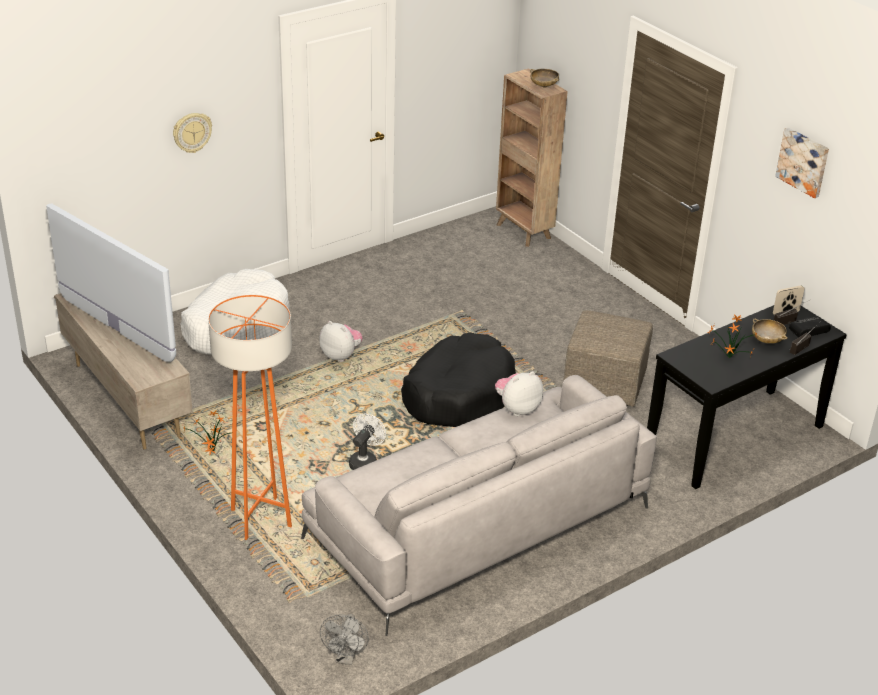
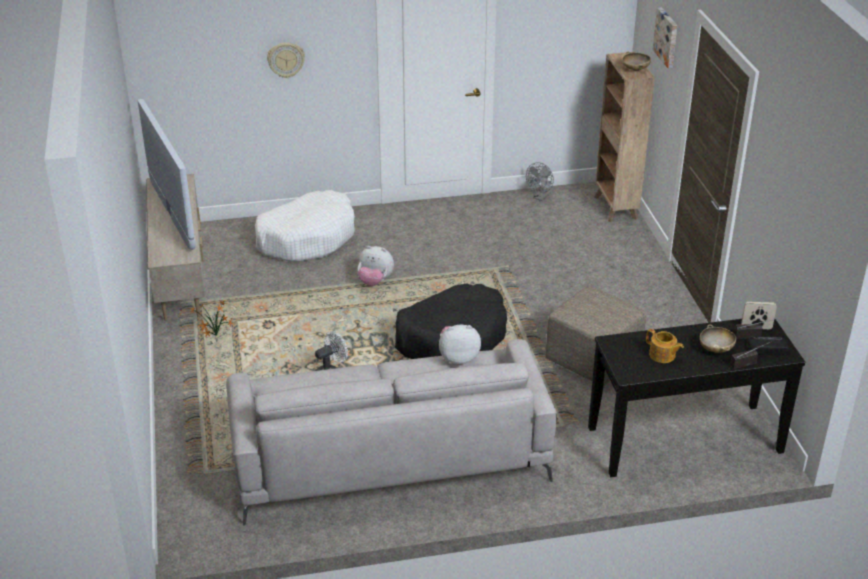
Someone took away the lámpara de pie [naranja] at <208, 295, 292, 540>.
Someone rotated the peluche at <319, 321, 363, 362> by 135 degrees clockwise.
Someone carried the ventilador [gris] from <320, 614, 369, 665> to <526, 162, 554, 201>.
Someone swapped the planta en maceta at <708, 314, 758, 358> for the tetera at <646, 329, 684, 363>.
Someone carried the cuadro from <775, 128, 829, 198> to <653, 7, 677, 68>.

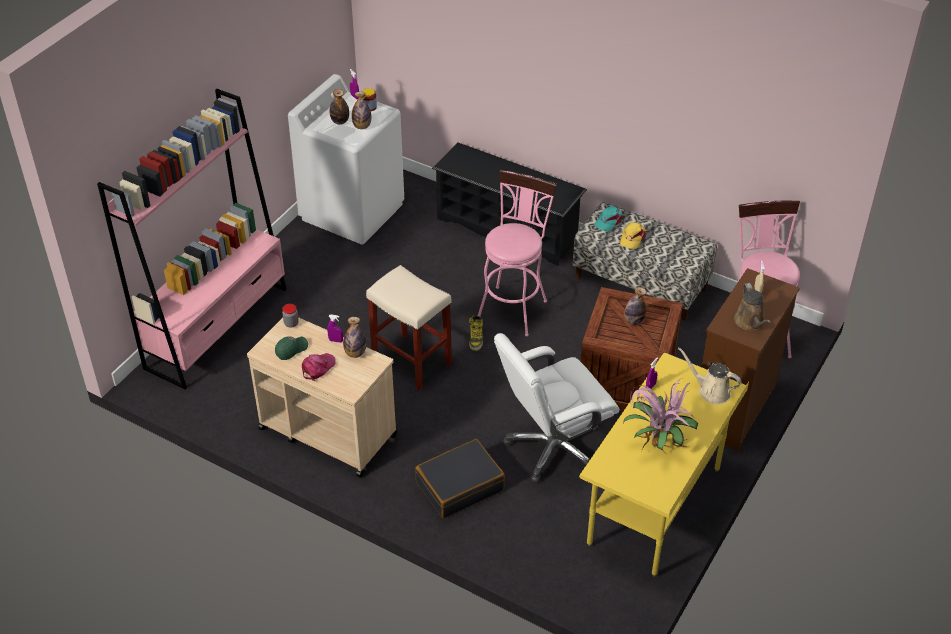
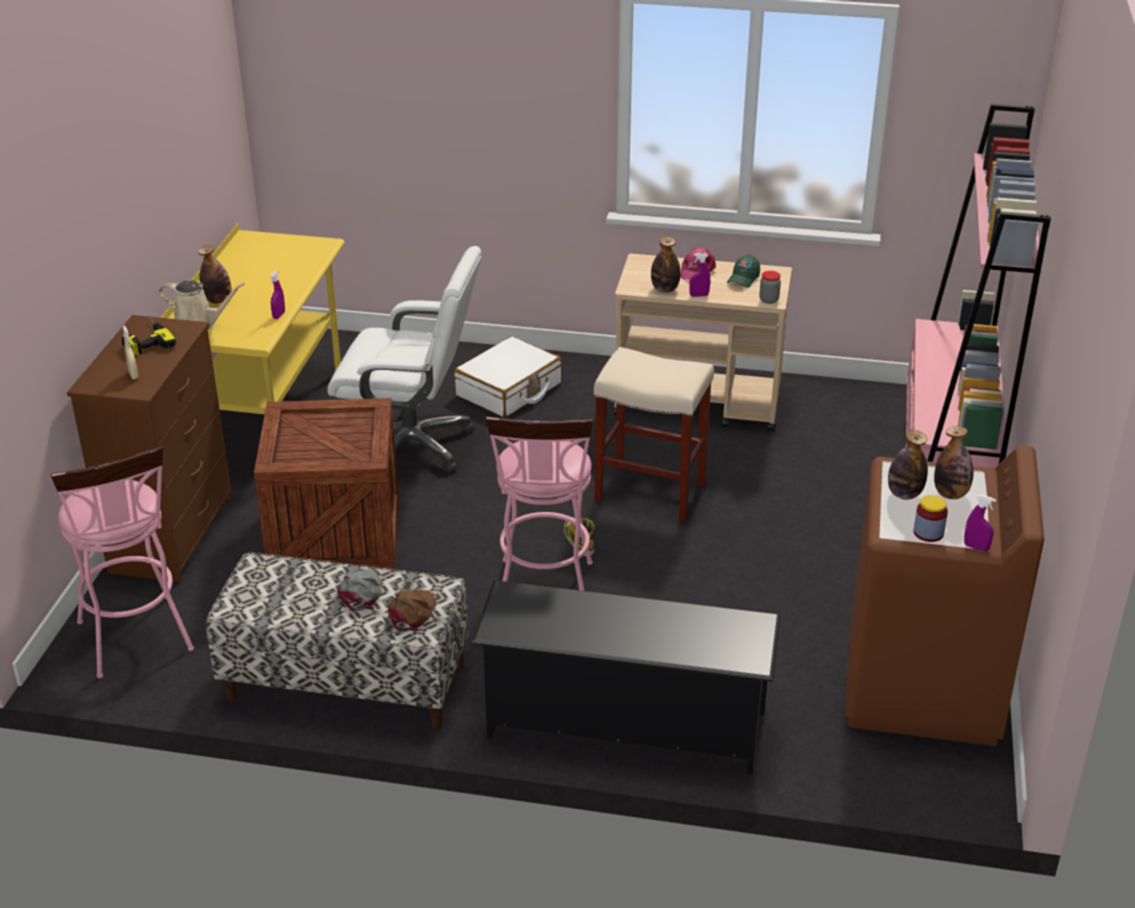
Someone repainted the lavadora [blanco] at <288, 74, 404, 244>, which became the lavadora [marrón] at <845, 445, 1044, 746>.
Someone repainted the maleta [negro] at <415, 439, 505, 518>, which became the maleta [blanco] at <454, 336, 562, 418>.
Someone rotated the silla de oficina [blanco] at <494, 333, 619, 483> by 60 degrees clockwise.
Someone repainted the gorra [turquesa] at <595, 206, 622, 232>, which became the gorra [marrón] at <388, 590, 437, 631>.
Someone repainted the gorra [amarillo] at <620, 222, 646, 249>, which became the gorra [gris] at <337, 569, 382, 611>.
Someone took away the planta en maceta at <623, 378, 698, 453>.
Someone carried the botella from <624, 287, 646, 325> to <198, 245, 232, 304>.
Someone swapped the regadera [marrón] at <734, 283, 771, 331> for the taladro at <122, 317, 176, 355>.

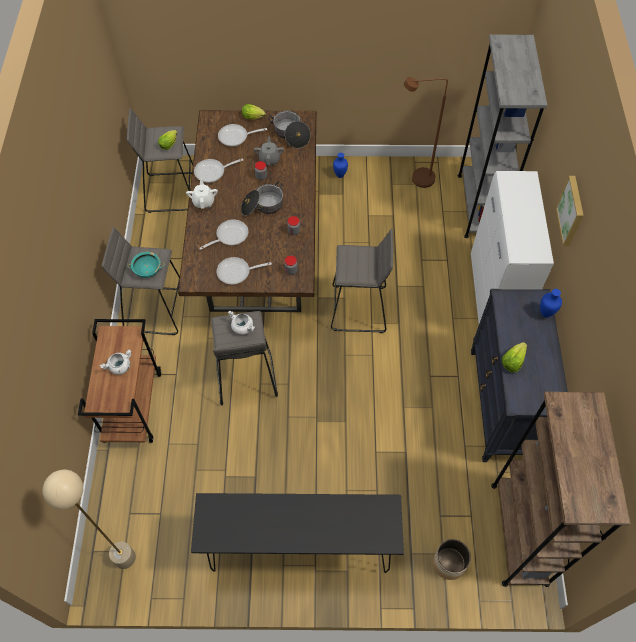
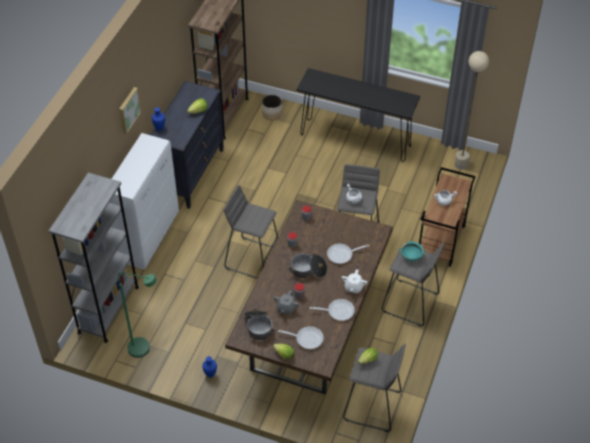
Someone took away the sartén at <217, 257, 272, 284>.
Someone repainted the lámpara de pie [marrón] at <404, 77, 448, 188>, which became the lámpara de pie [verde] at <118, 272, 157, 358>.

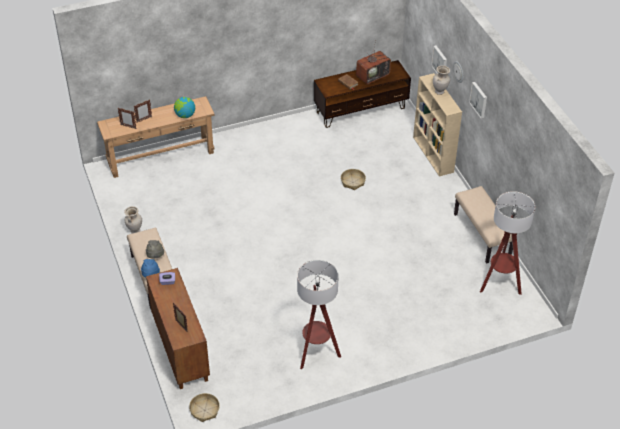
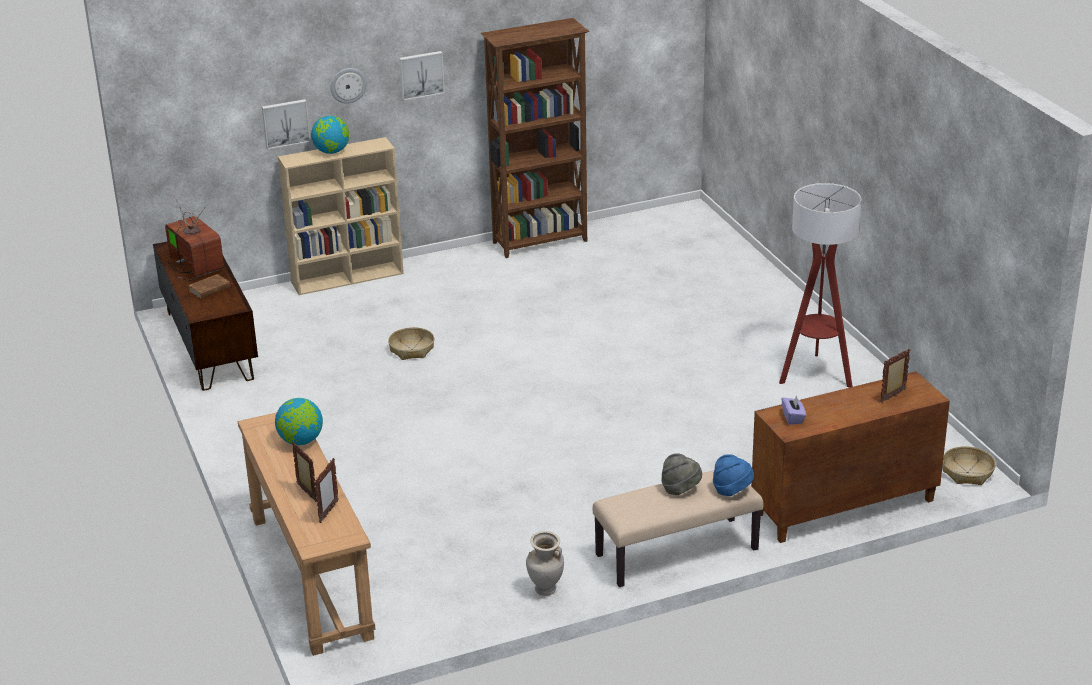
Someone swapped the florero [beis] at <433, 66, 450, 95> for the globo terráqueo at <311, 116, 349, 154>.
Someone swapped the banco [beis] at <454, 186, 513, 264> for the estantería [marrón] at <481, 18, 589, 258>.
Someone took away the lámpara de pie at <480, 191, 535, 295>.

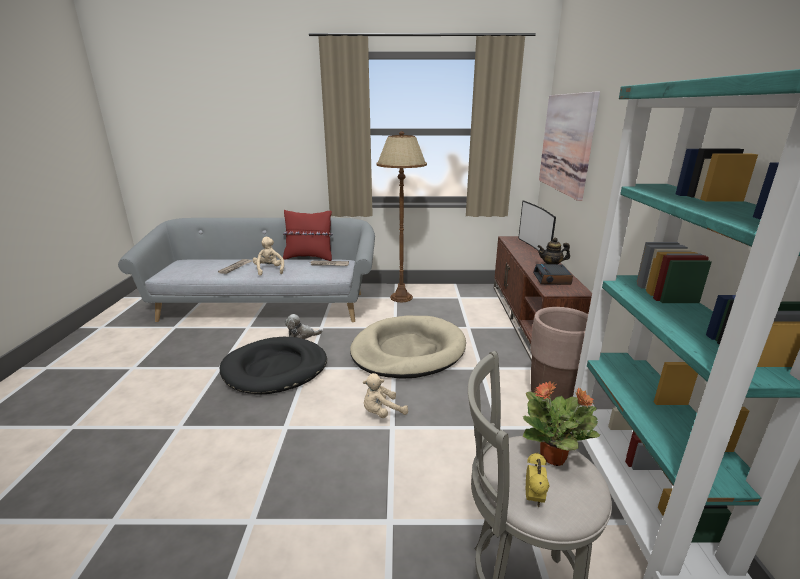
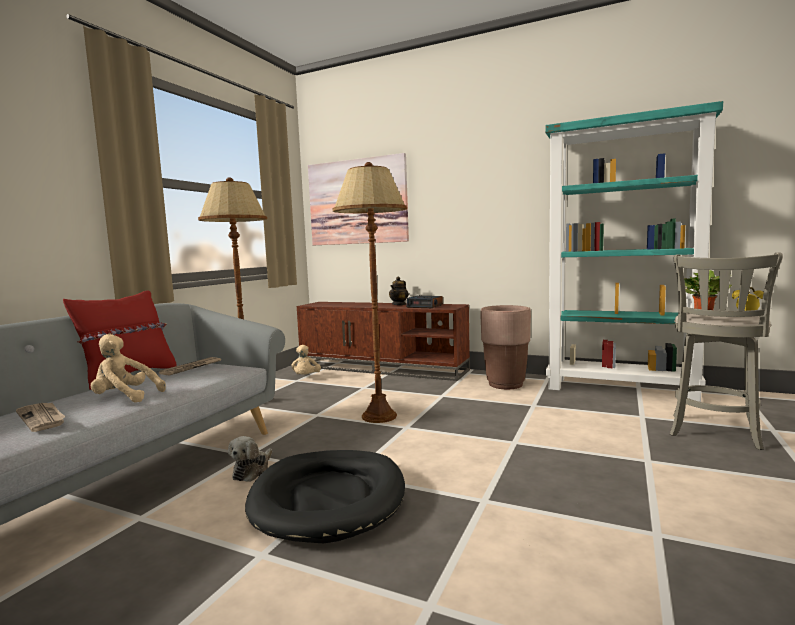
Someone swapped the cama para perro [beis] at <350, 316, 466, 379> for the lámpara de pie [marrón] at <333, 162, 407, 423>.
Someone carried the peluche [beis] from <363, 373, 408, 418> to <291, 345, 321, 375>.
Someone took away the televisor at <518, 200, 556, 251>.

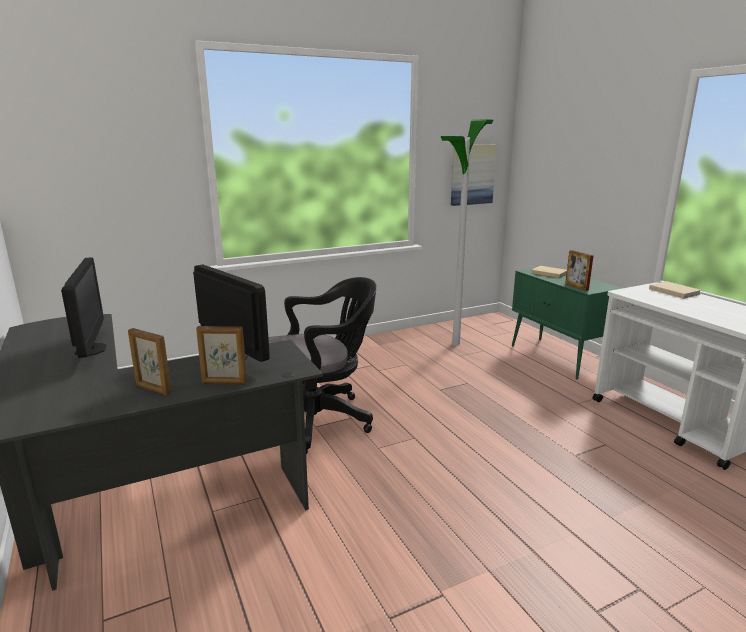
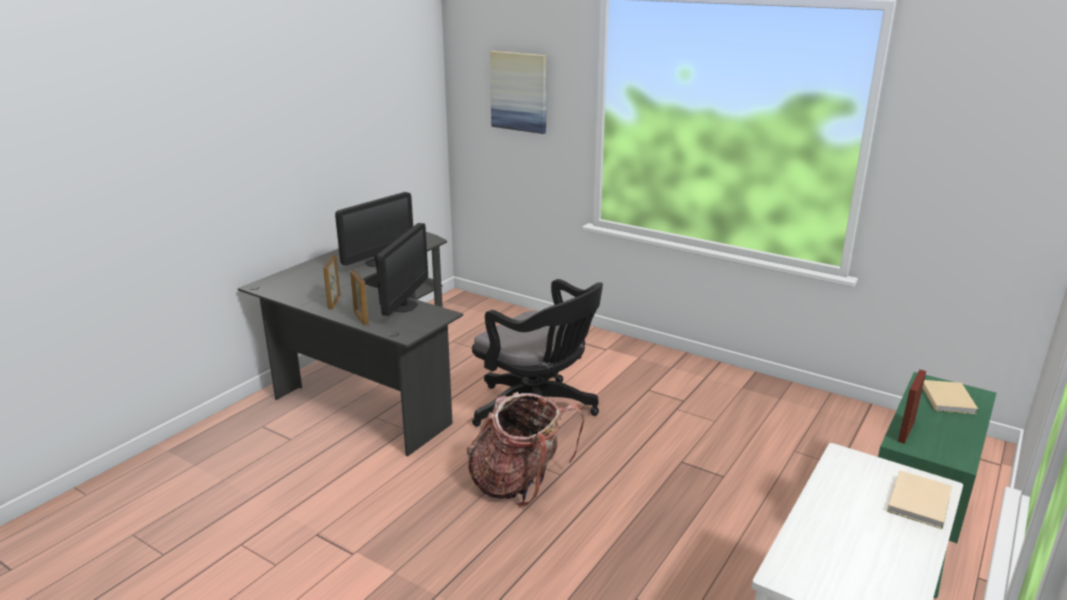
Someone took away the lámpara de pie at <441, 119, 493, 346>.
Someone carried the cuadro from <451, 144, 497, 206> to <490, 51, 547, 134>.
Someone put down the mochila at <467, 392, 584, 507>.

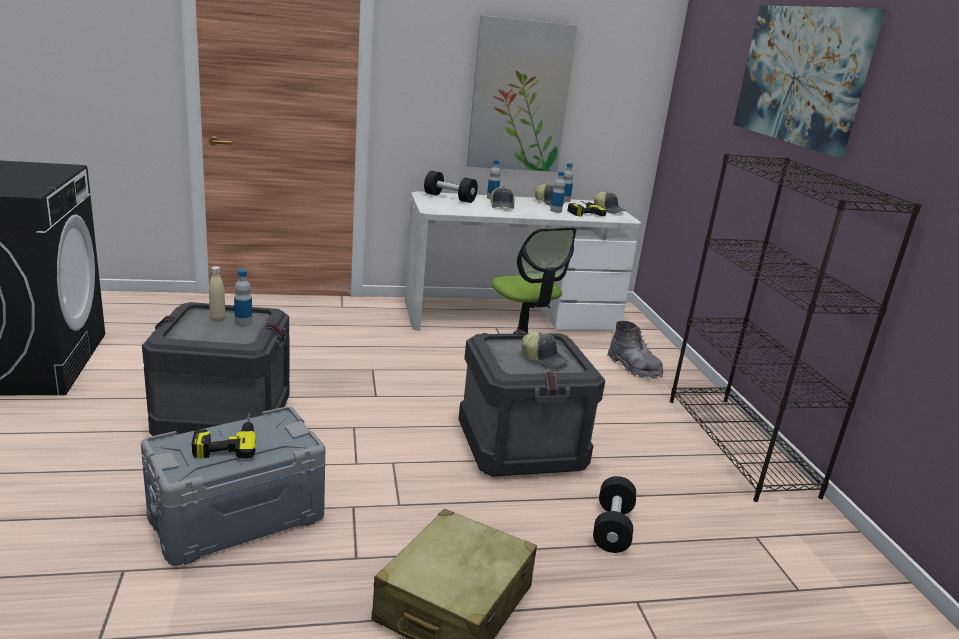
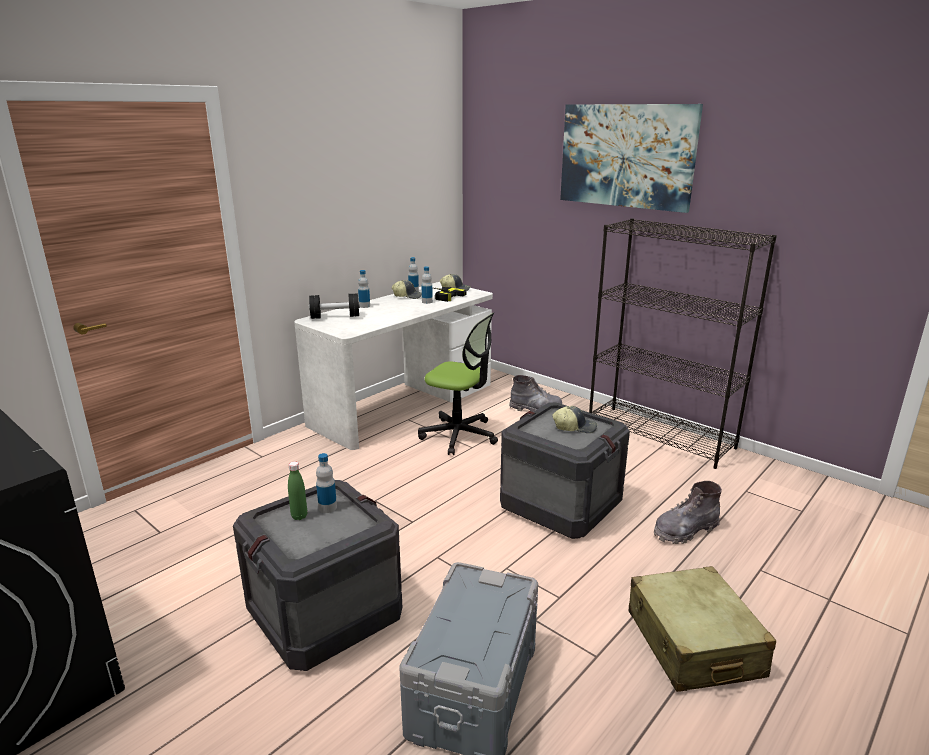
Someone took away the taladro at <192, 411, 256, 459>.
Someone repainted the botella [beis] at <209, 266, 225, 322>, which became the botella [verde] at <288, 461, 307, 520>.
Someone took away the cuadro at <467, 15, 578, 172>.
Someone took away the gorra at <490, 186, 515, 209>.
Someone swapped the mancuerna [negro] at <593, 476, 636, 553> for the bota [gris] at <654, 481, 722, 544>.

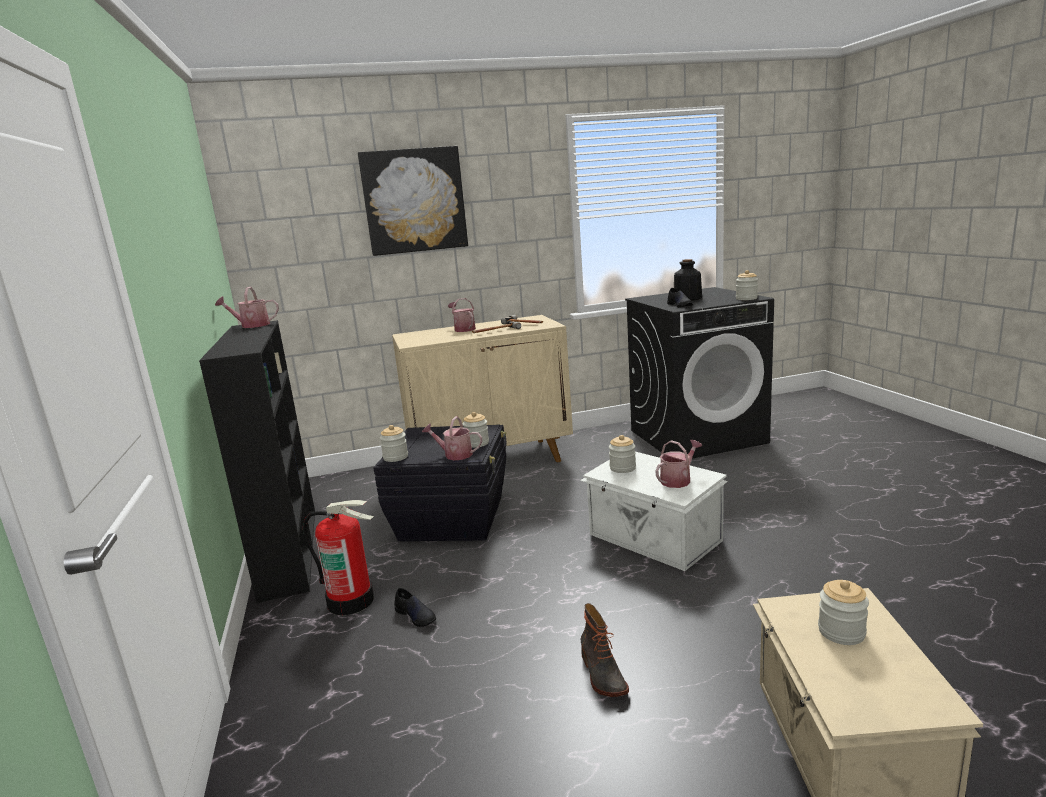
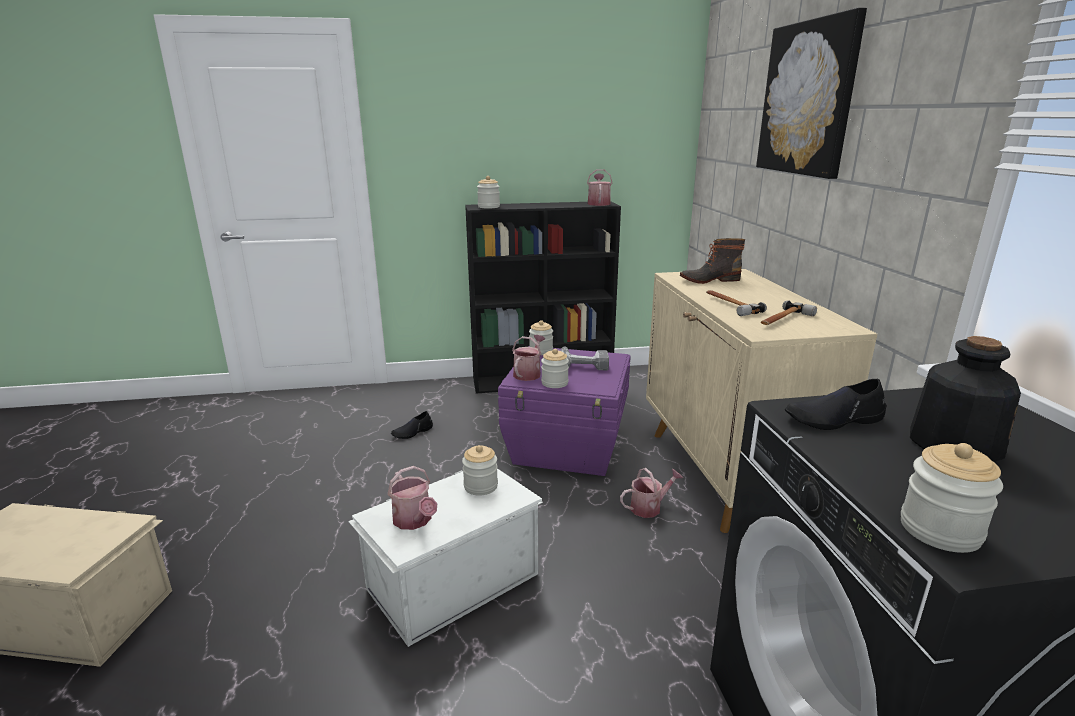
Someone took away the extintor at <303, 500, 374, 616>.
Someone repainted the caja de almacenaje [negro] at <373, 424, 507, 541>, which became the caja de almacenaje [morado] at <498, 346, 631, 476>.
Someone carried the regadera from <448, 298, 476, 332> to <620, 468, 683, 518>.
Someone carried the bota from <581, 603, 629, 697> to <680, 238, 745, 284>.
Someone carried the tarro from <818, 580, 869, 645> to <477, 176, 500, 208>.
Someone put down the taladro at <560, 346, 609, 370>.

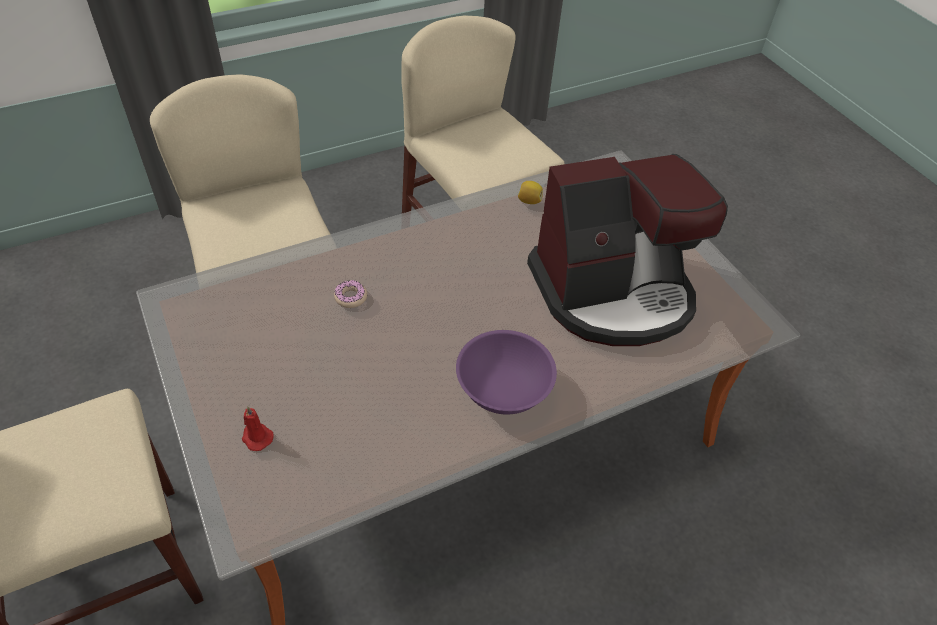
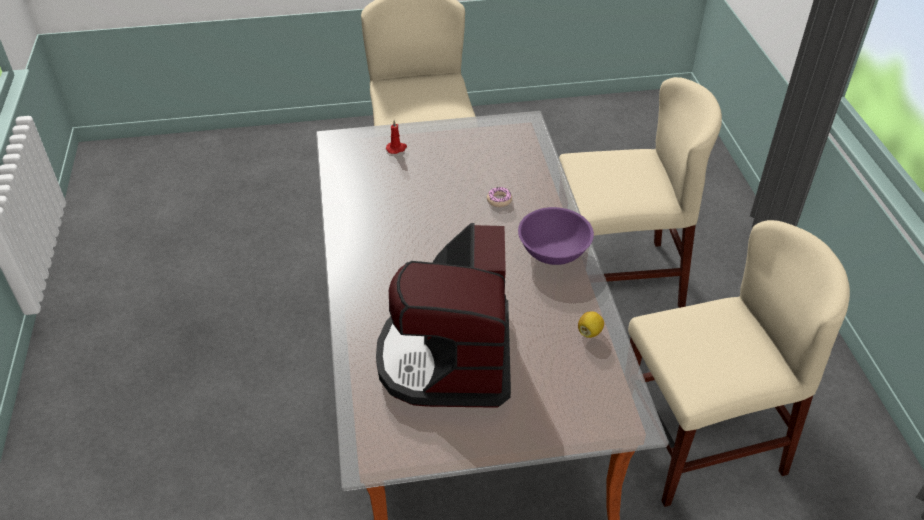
Someone carried the cuenco [morado] from <456, 330, 557, 415> to <518, 207, 594, 265>.

